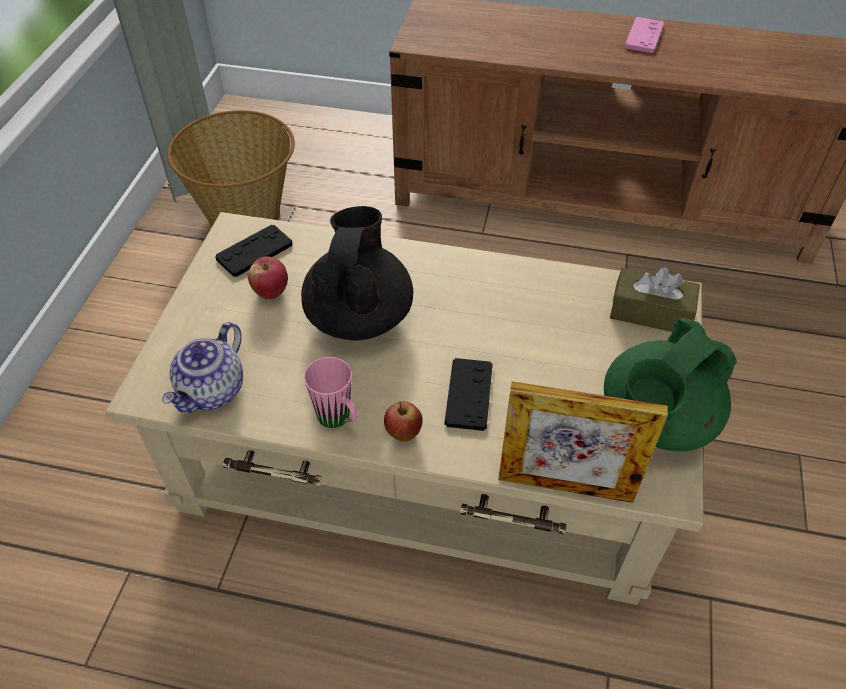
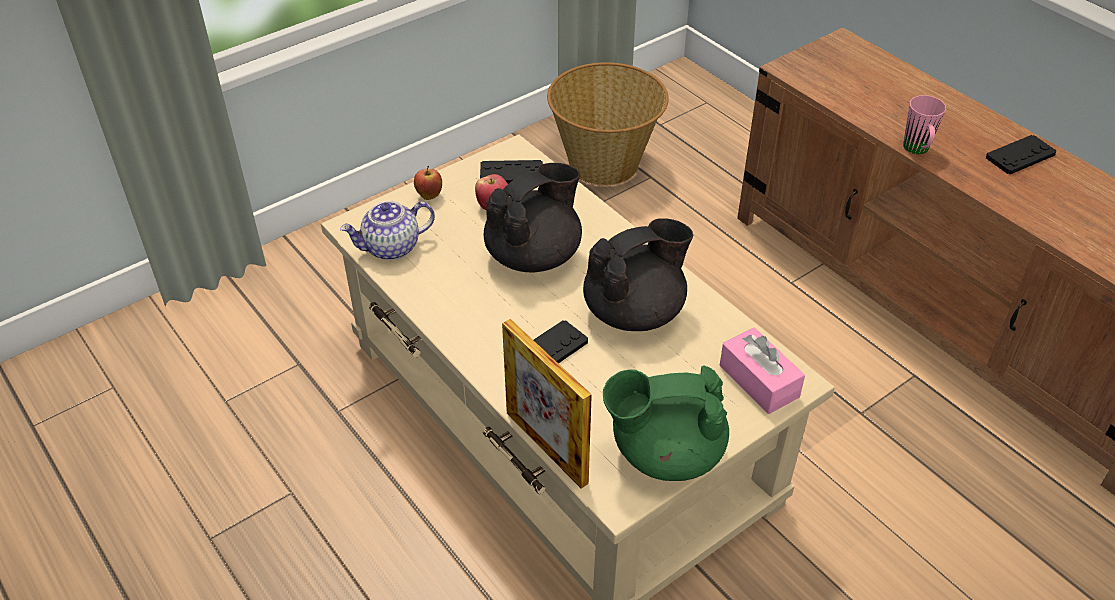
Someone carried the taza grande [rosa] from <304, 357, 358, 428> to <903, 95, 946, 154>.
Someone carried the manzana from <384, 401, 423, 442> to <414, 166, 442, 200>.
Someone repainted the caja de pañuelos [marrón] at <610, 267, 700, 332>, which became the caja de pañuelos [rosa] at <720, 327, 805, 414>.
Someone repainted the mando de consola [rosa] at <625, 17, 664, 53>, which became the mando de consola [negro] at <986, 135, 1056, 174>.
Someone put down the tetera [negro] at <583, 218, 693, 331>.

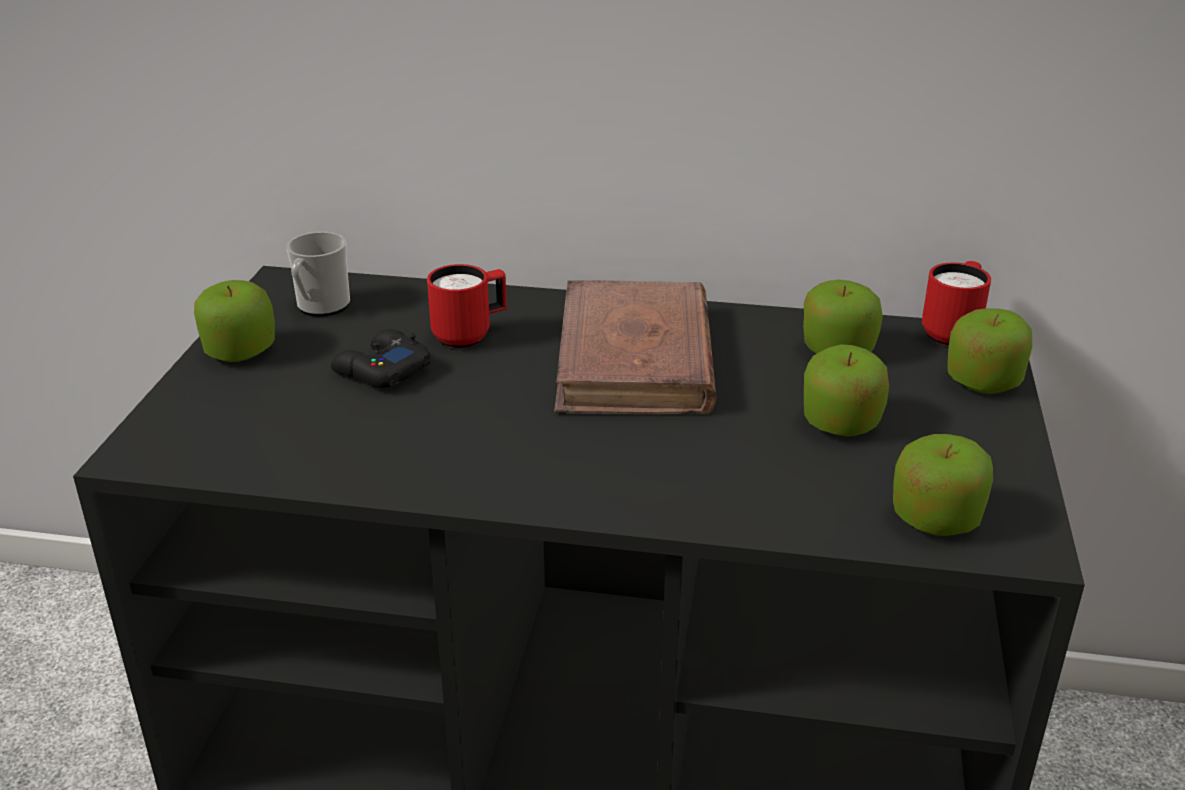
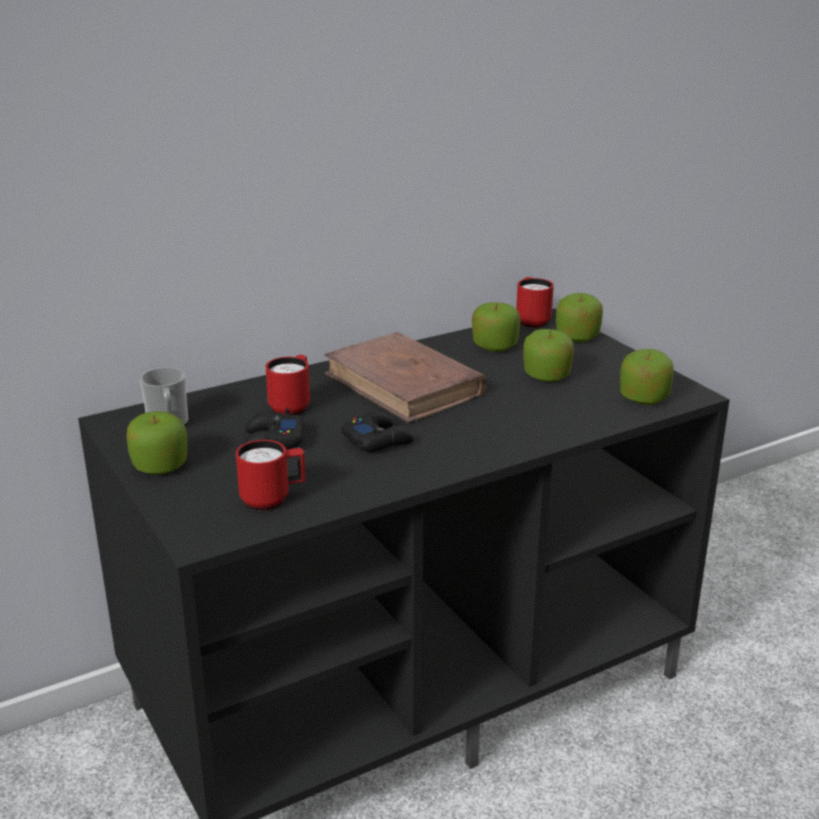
Someone put down the taza grande [rojo] at <236, 440, 306, 511>.
Someone put down the mando de consola [negro] at <341, 411, 414, 452>.

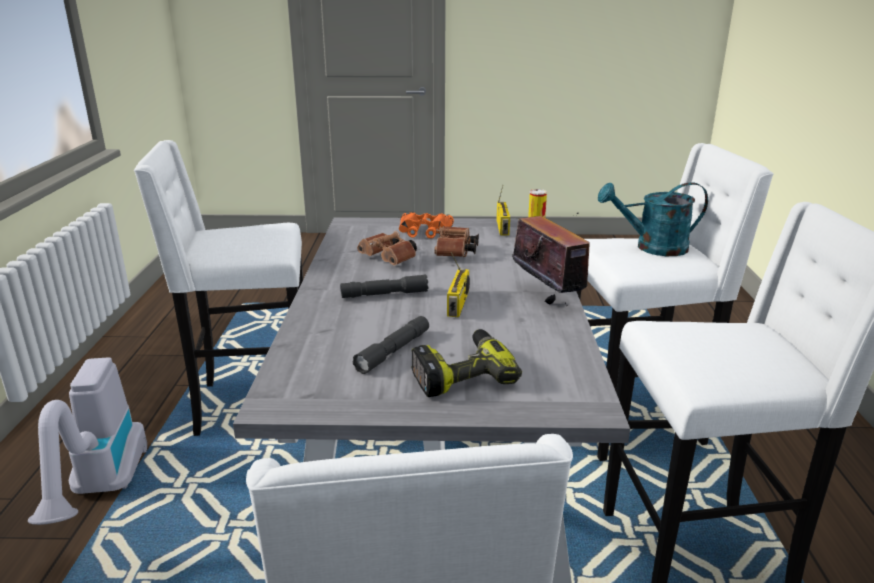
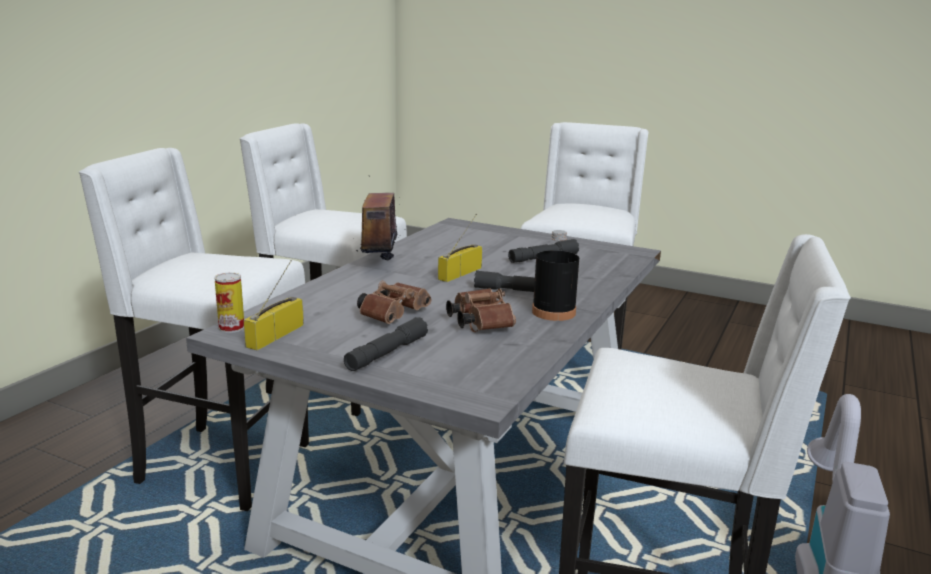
Someone swapped the prismáticos [naranja] at <399, 212, 454, 238> for the linterna [gris] at <344, 317, 428, 371>.
Someone took away the taladro at <411, 329, 522, 397>.
Someone took away the regadera [turquesa] at <598, 182, 708, 256>.
Someone put down the botella [negro] at <532, 230, 579, 321>.

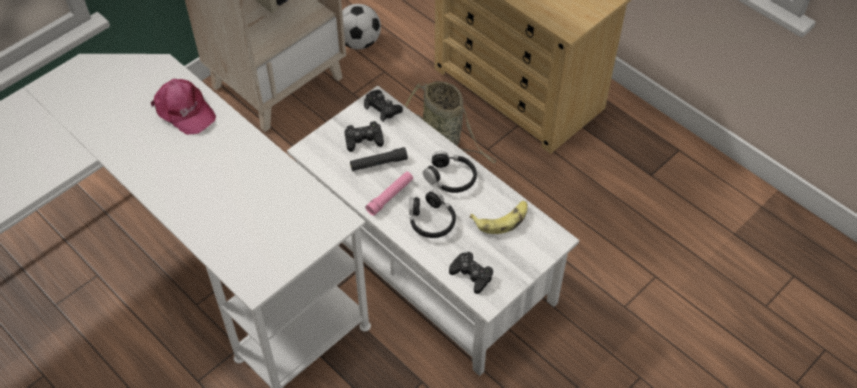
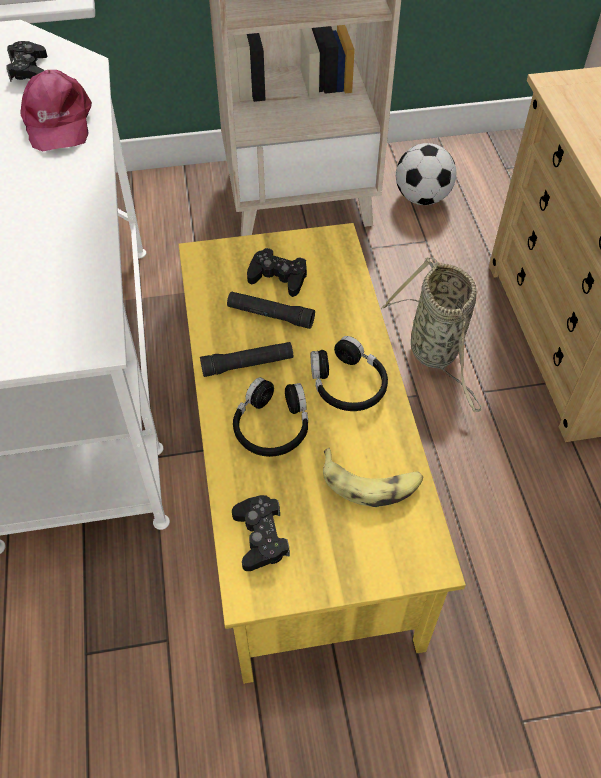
Someone repainted the mesa de centro [blanco] at <287, 86, 580, 376>, which became the mesa de centro [amarillo] at <178, 223, 466, 684>.
Someone carried the mando de consola [negro] from <364, 90, 403, 122> to <6, 41, 48, 82>.
Someone repainted the linterna [rosa] at <365, 171, 413, 216>, which became the linterna [negro] at <200, 342, 293, 377>.

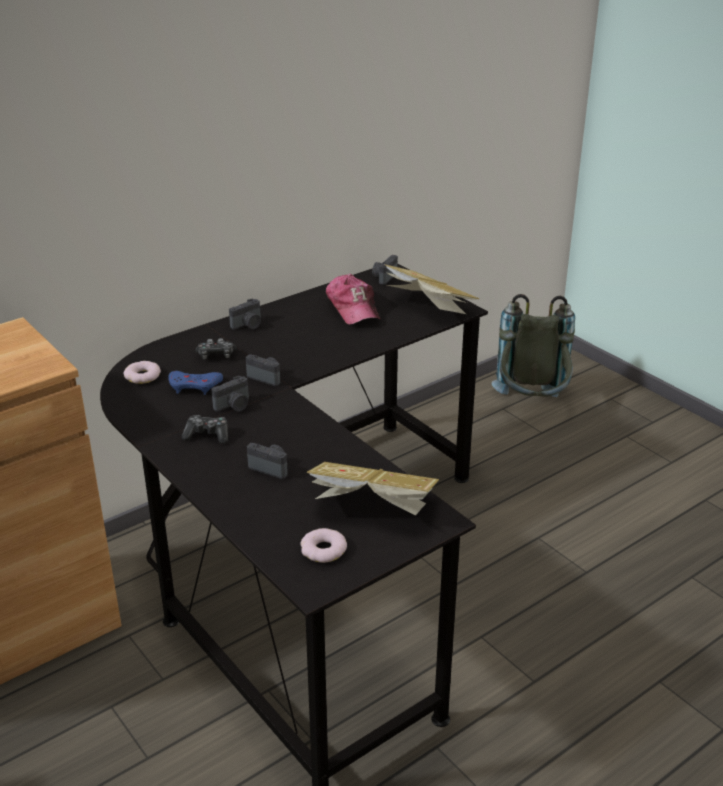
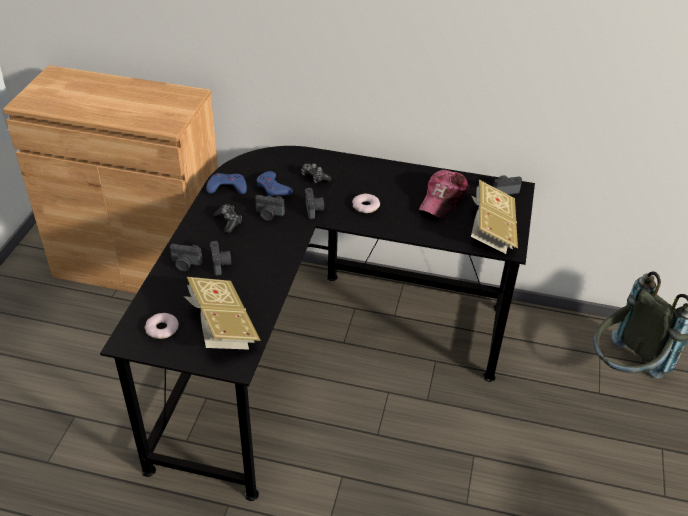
Someone carried the rosquilla from <123, 361, 161, 384> to <352, 194, 380, 213>.
Someone carried the cámara from <229, 298, 261, 330> to <170, 244, 203, 271>.
Someone put down the mando de consola [azul] at <206, 173, 247, 194>.

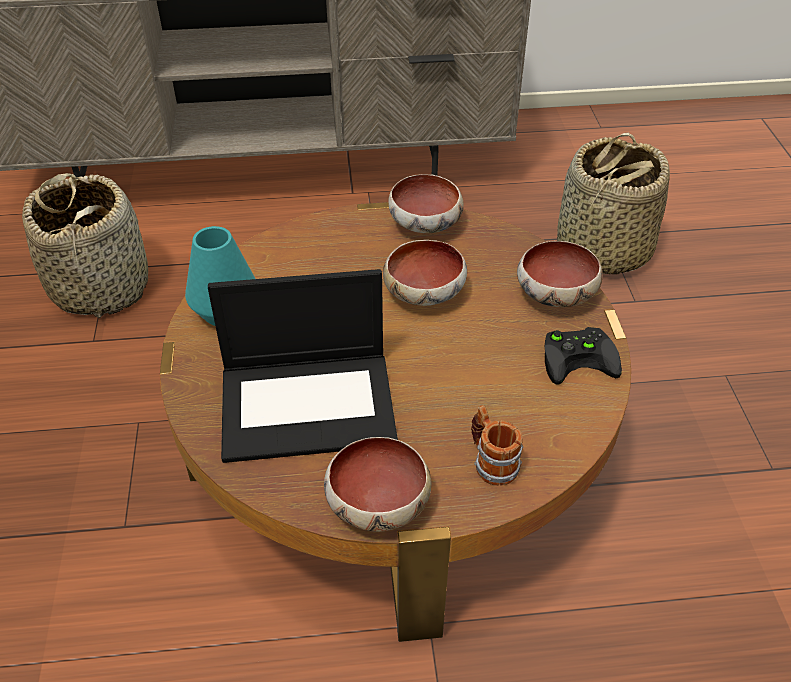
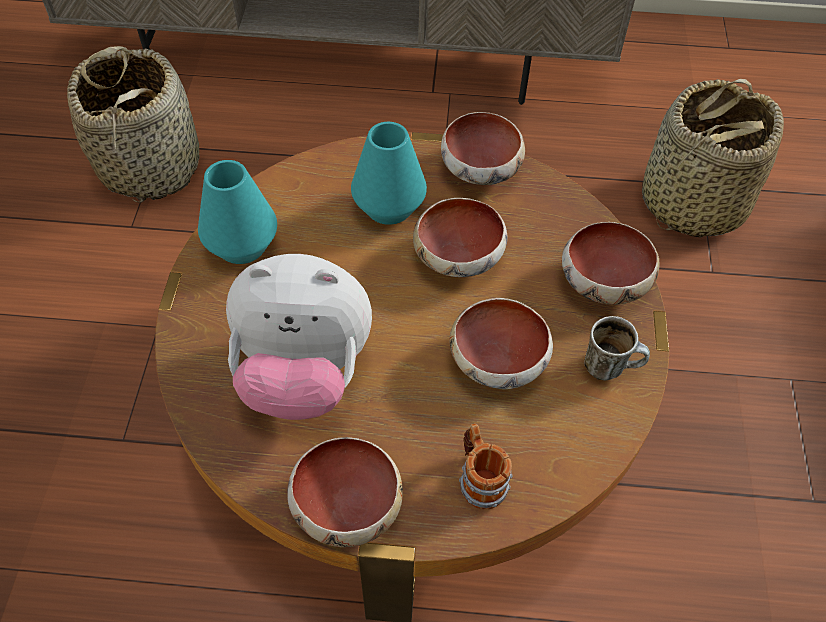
Someone swapped the portátil at <208, 269, 398, 463> for the peluche at <226, 254, 372, 420>.
Someone swapped the mando de consola [negro] at <545, 327, 622, 385> for the taza grande at <584, 316, 650, 380>.
Someone put down the florero [turquesa] at <351, 122, 427, 225>.
Someone put down the cuenco at <450, 298, 553, 389>.

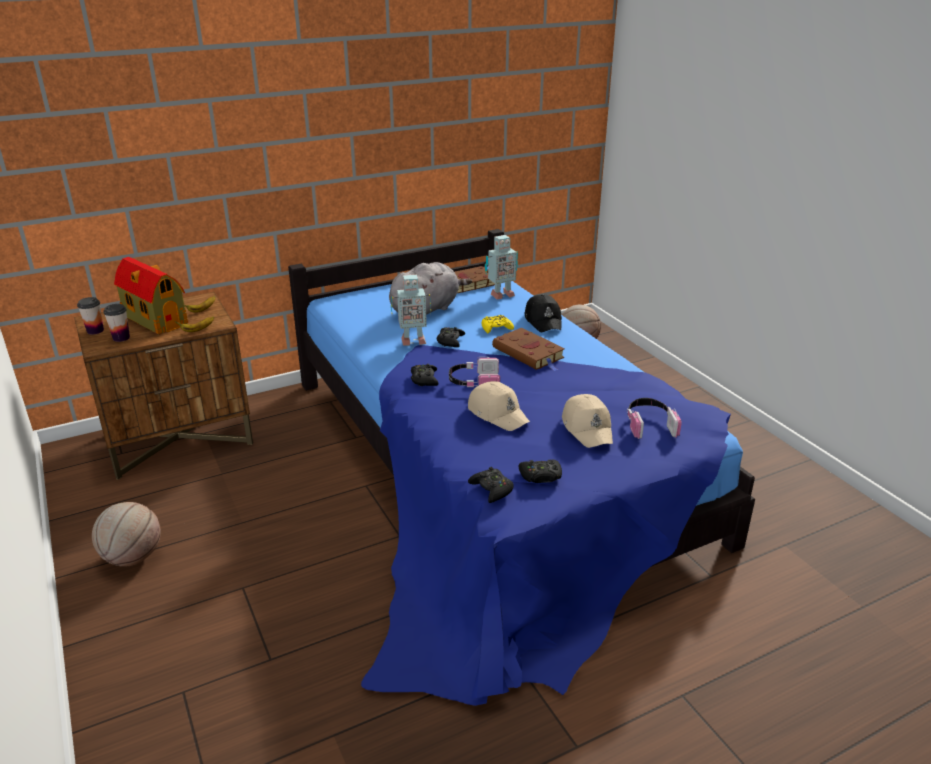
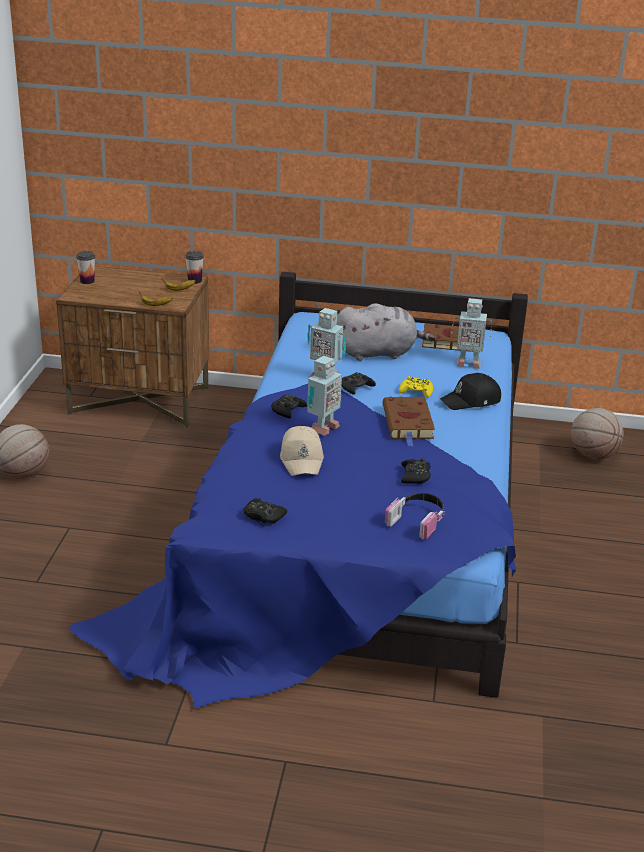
Someone carried the taza from <103, 304, 130, 342> to <185, 251, 204, 284>.
Someone took away the casita at <114, 257, 188, 335>.
Someone swapped the auriculares at <449, 357, 500, 387> for the robot de juguete at <307, 356, 342, 436>.
Someone carried the mando de consola [negro] from <468, 467, 514, 503> to <401, 458, 431, 484>.
Someone rotated the gorra [negro] at <525, 294, 562, 333> by 45 degrees clockwise.
Someone took away the gorra [beis] at <562, 394, 613, 448>.

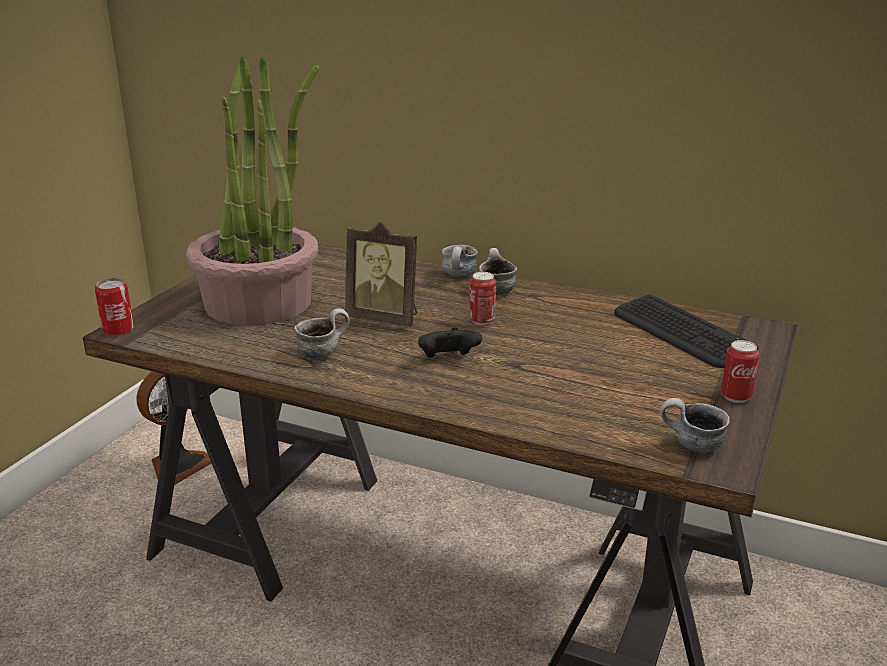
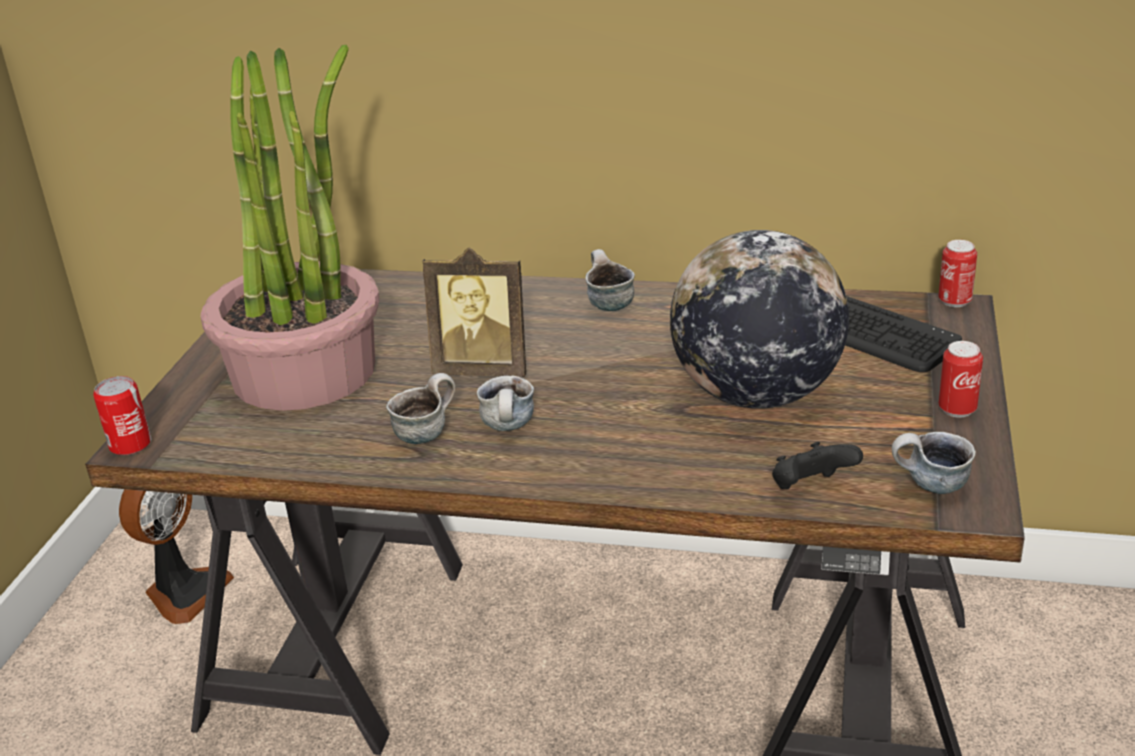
Someone carried the mando de consola [negro] from <418, 327, 482, 358> to <772, 442, 863, 489>.
Someone carried the taza grande from <442, 244, 478, 277> to <477, 375, 534, 431>.
Someone carried the lata from <469, 272, 496, 326> to <938, 240, 977, 307>.
Someone put down the globo terráqueo at <670, 230, 849, 409>.

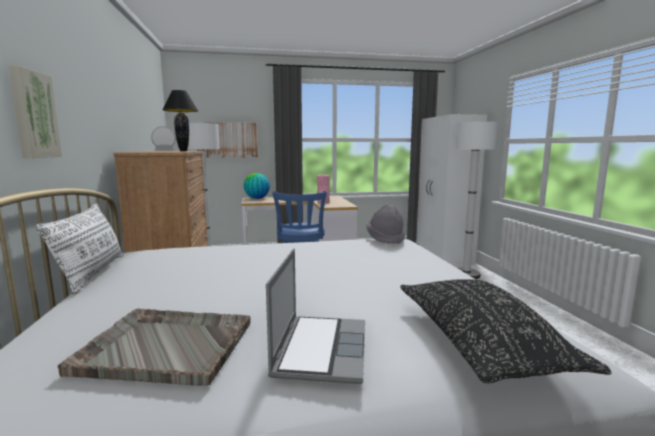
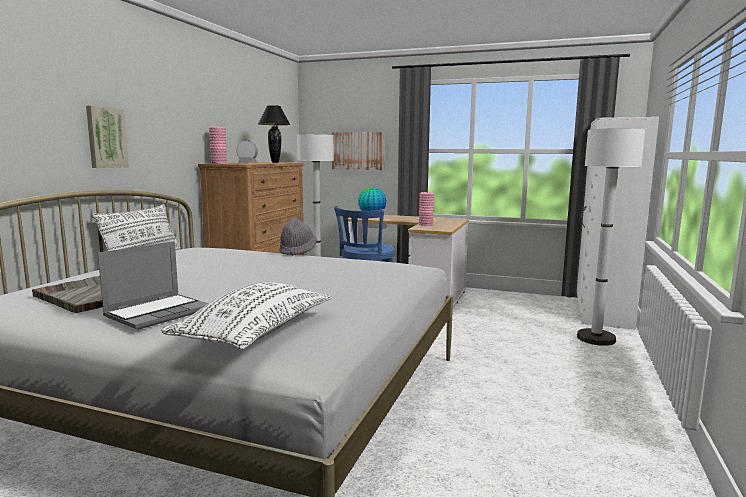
Someone carried the sombrero [gris] from <367, 205, 405, 244> to <279, 218, 317, 256>.
Someone repainted the cojín [negro] at <400, 279, 612, 383>, which became the cojín [blanco] at <161, 282, 332, 350>.
Someone put down the florero [rosa] at <209, 127, 227, 163>.

